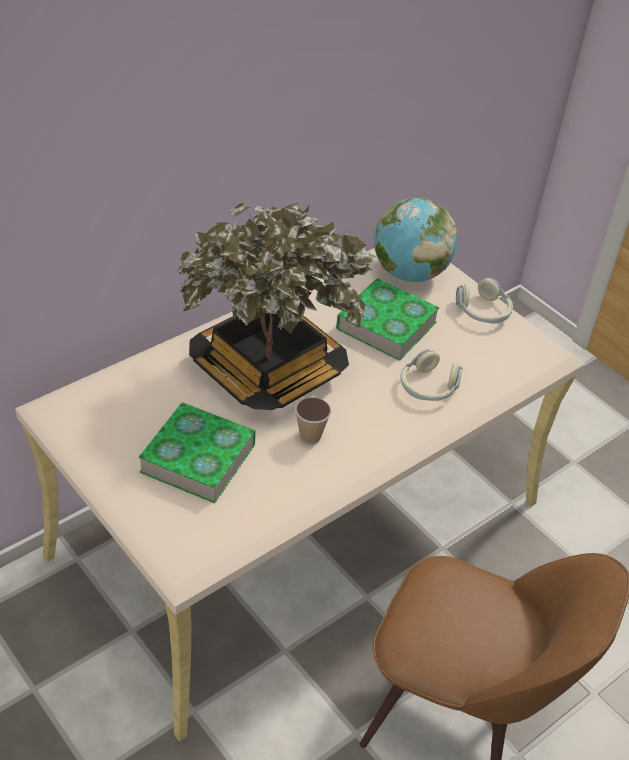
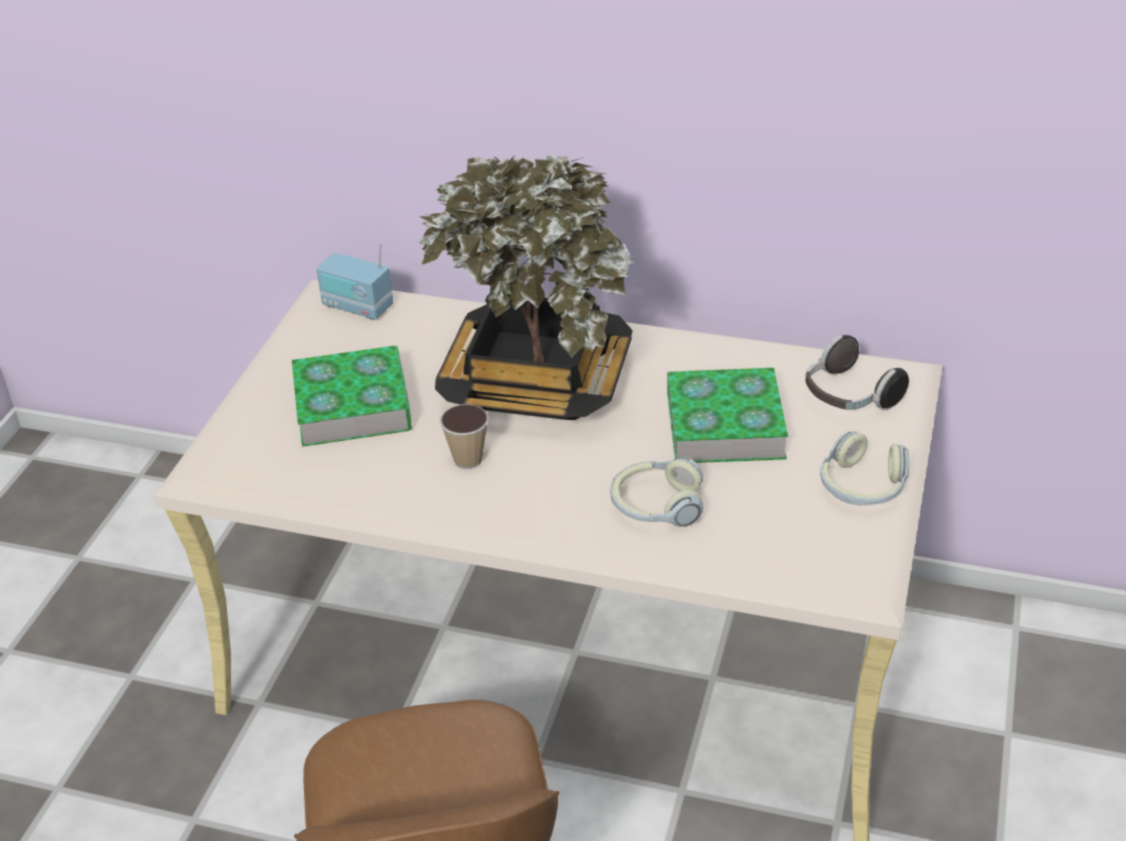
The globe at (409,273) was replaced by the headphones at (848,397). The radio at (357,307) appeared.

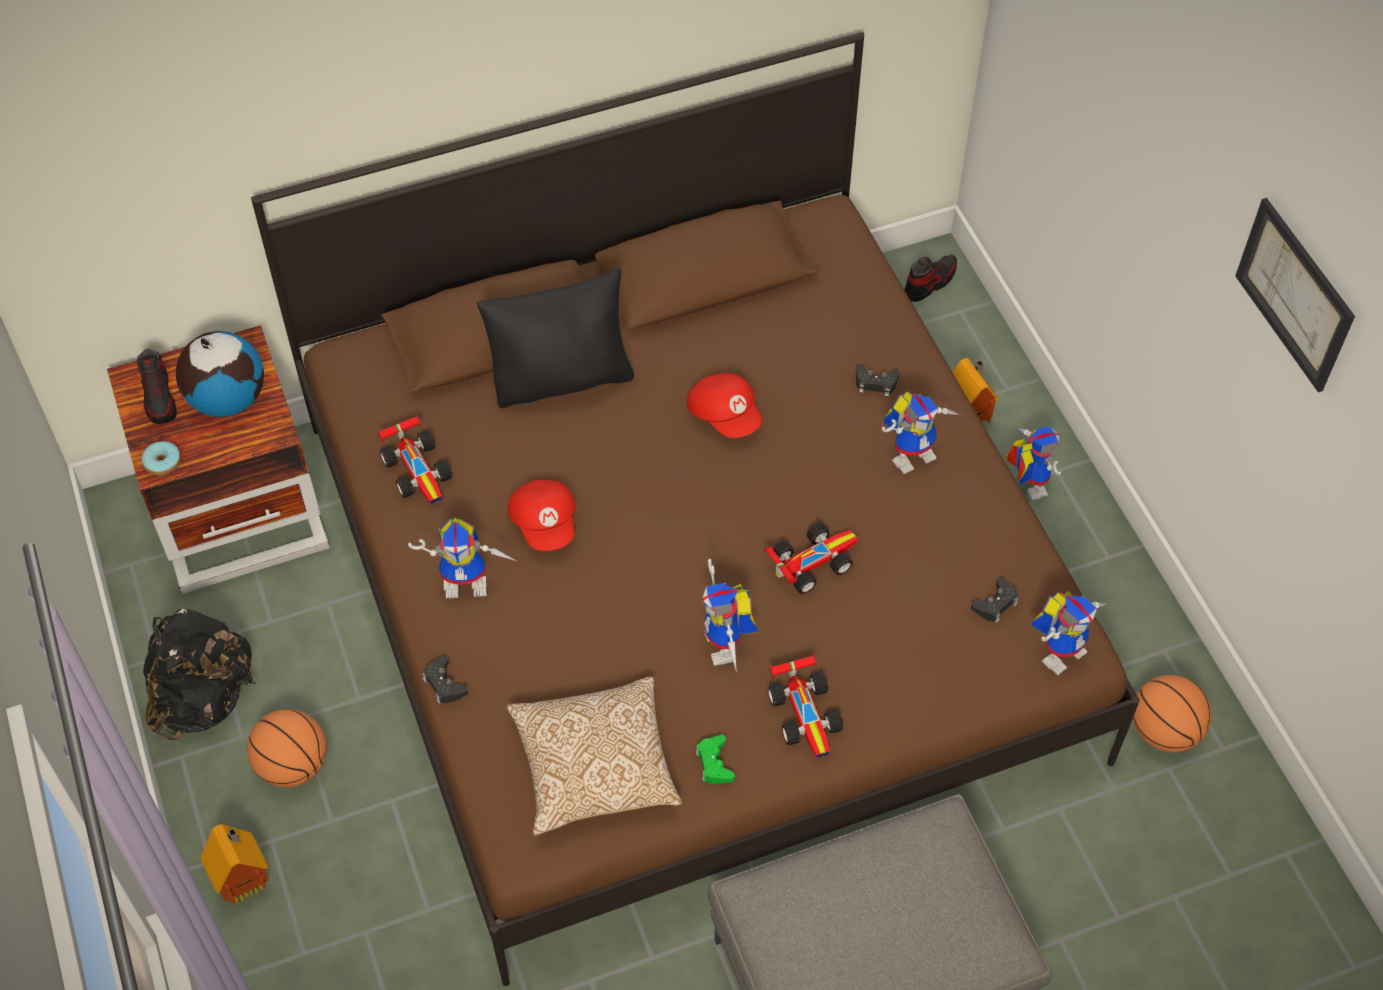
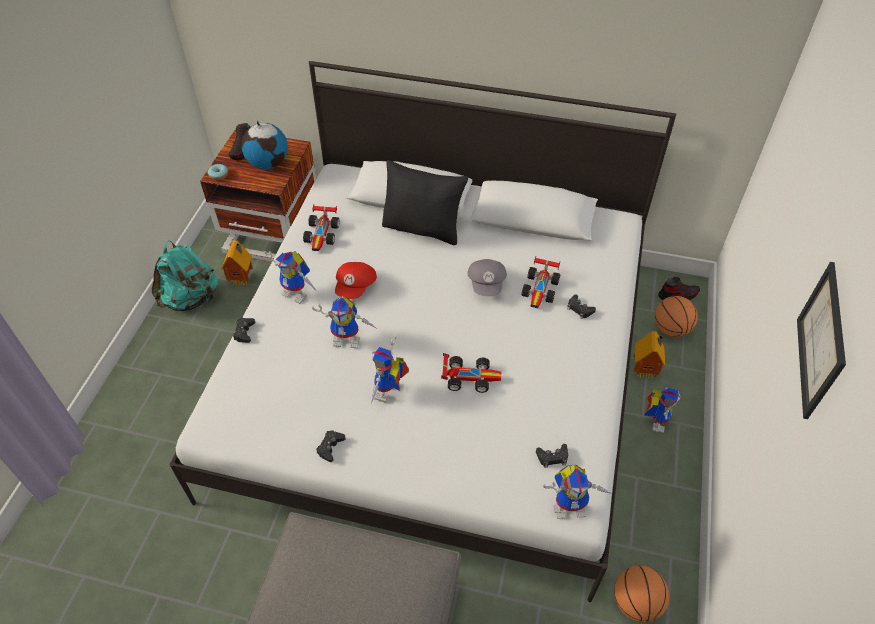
The bed (brown) at (692,586) became the bed (white) at (438,372). The cap (red) at (725,415) became the cap (grey) at (487,284). The toy robot moved from (913,453) to (349,339). The backpack (black) at (204,698) became the backpack (turquoise) at (191,299). The toy car moved from (806,713) to (541,289). The pillow at (595,767) disappeared. The basketball moved from (293,766) to (671,329). The game controller (green) at (714,763) became the game controller (black) at (330,447). The toy house moved from (247,883) to (243,280).

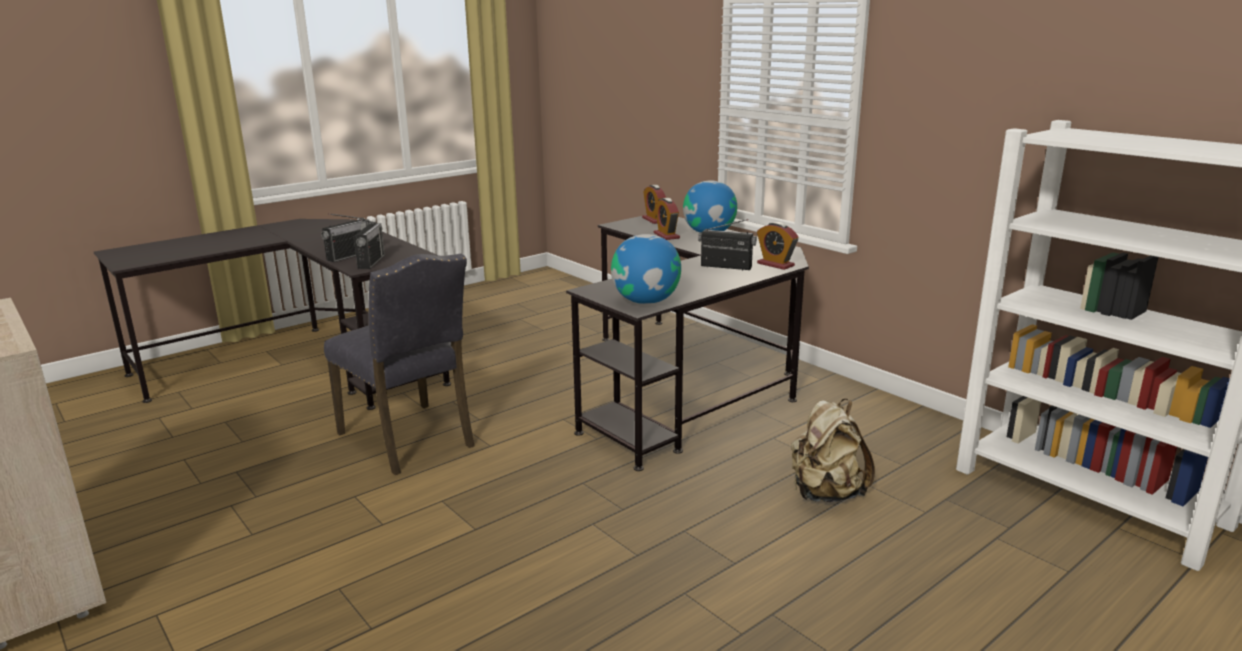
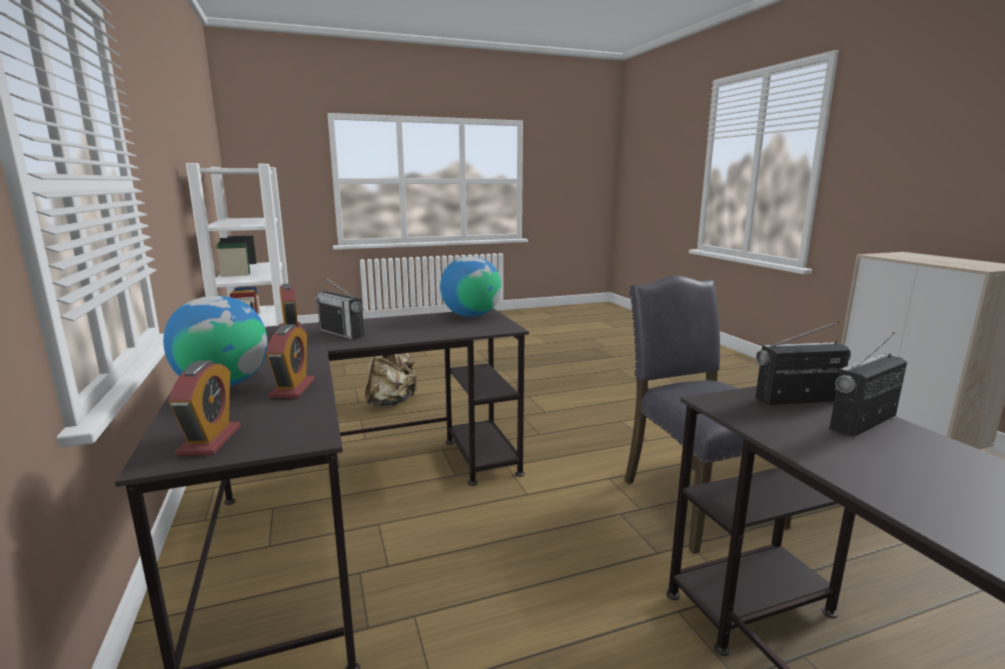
The radio at (371,262) turned 60 degrees clockwise.

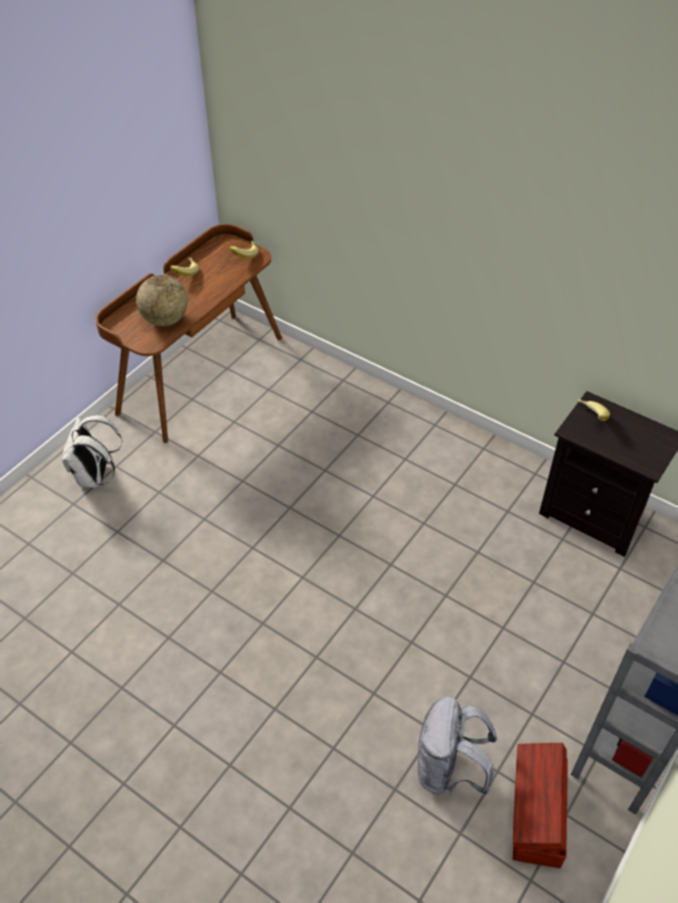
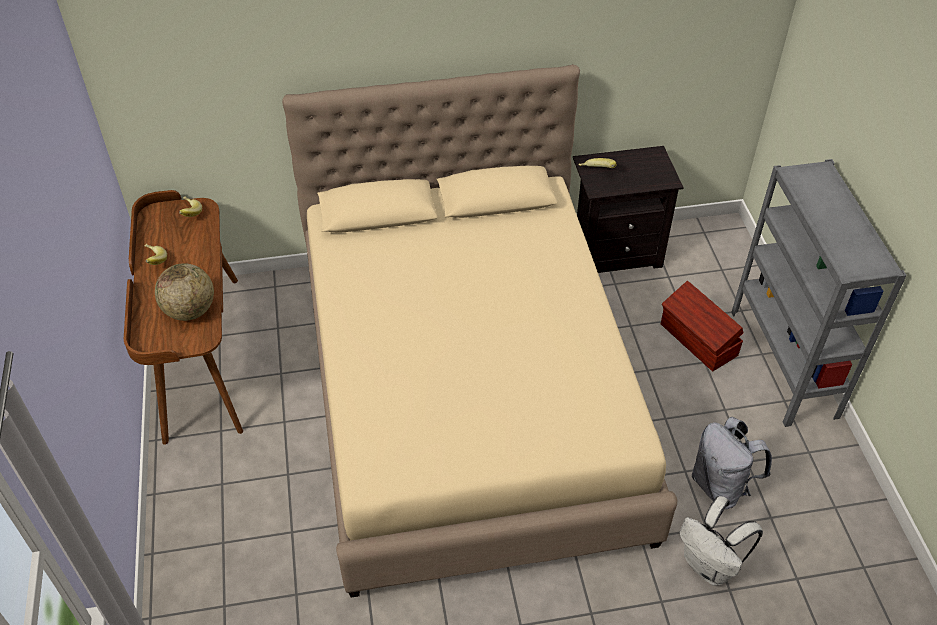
The backpack (white) moved from (95,477) to (710,566). The storage box (brown) moved from (536,814) to (698,341). The bed (beige) at (468,393) appeared.

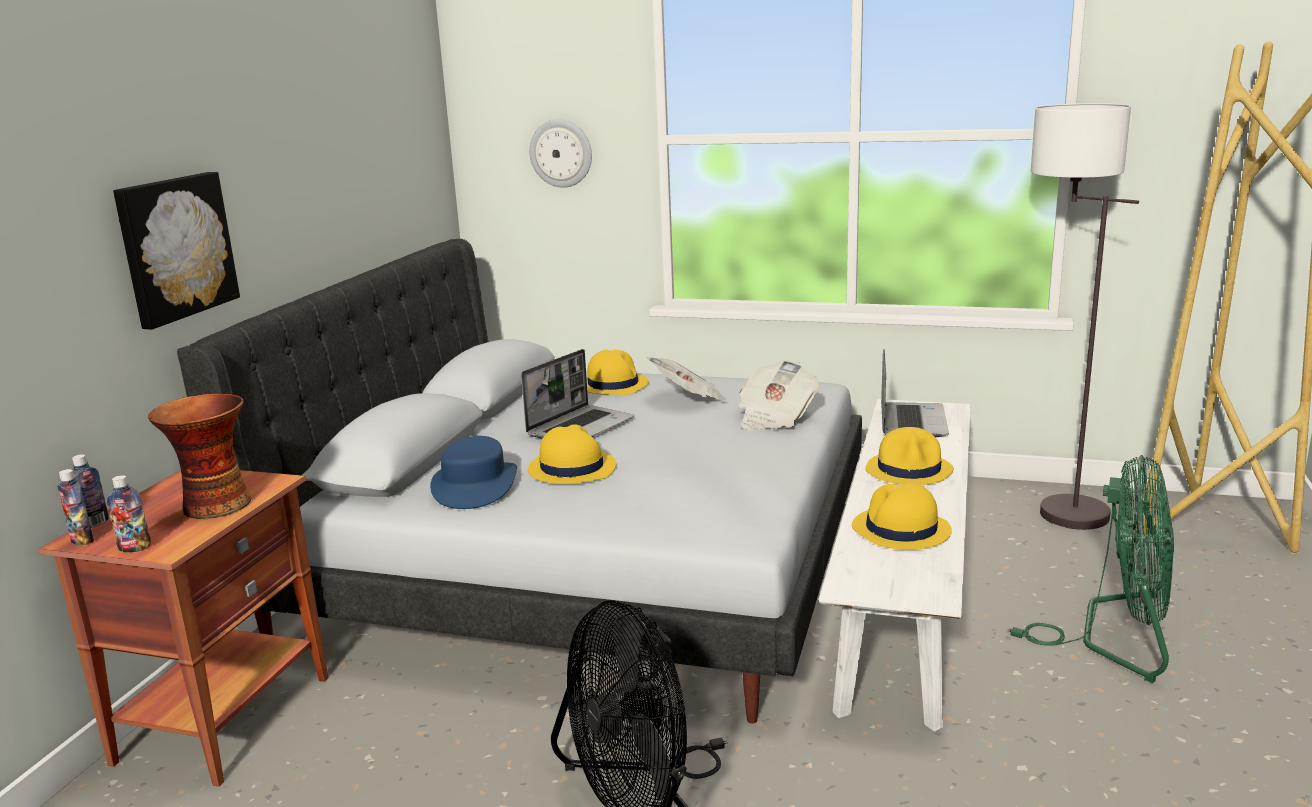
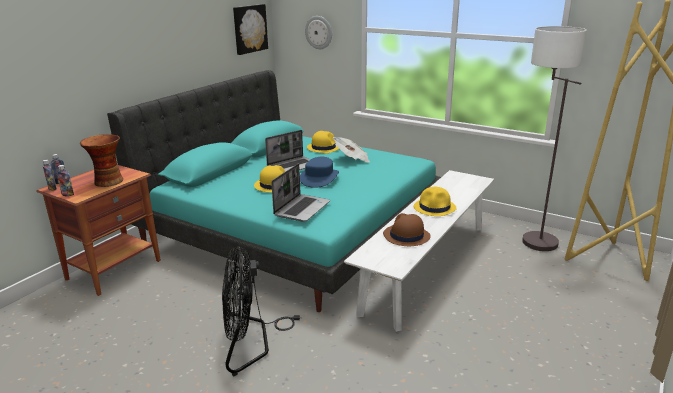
The picture moved from (175,247) to (249,29). The bed (grey) at (588,559) became the bed (turquoise) at (293,227). The laptop moved from (911,421) to (302,208). The newspaper at (774,418) disappeared. The hat (blue) moved from (475,485) to (319,178). The fan (green) at (1114,633) disappeared. The hat (yellow) at (900,530) became the hat (brown) at (406,236).

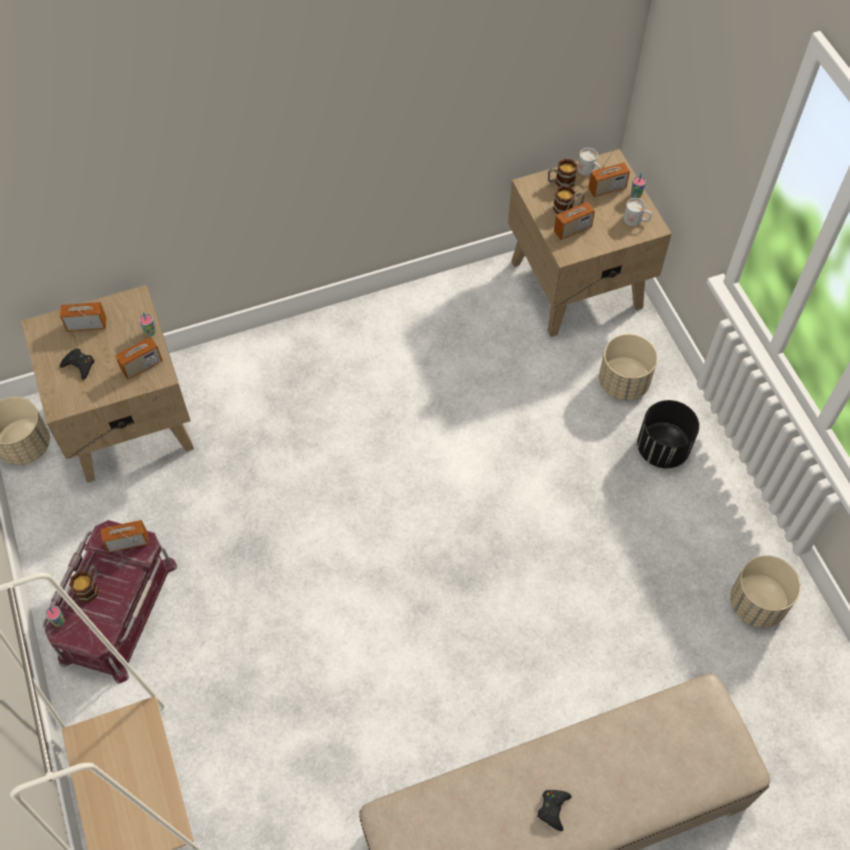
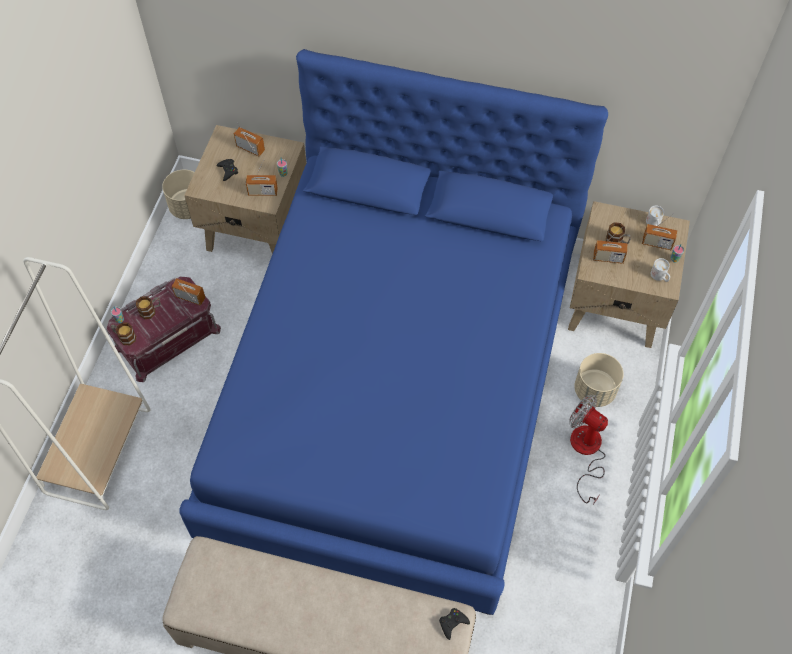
The mug moved from (560,182) to (124,337). The planter (black) at (662,449) was replaced by the fan at (586,452). The planter (beige) at (757,604) disappeared. The game controller (black) moved from (553,809) to (452,623). The bed (blue) at (396,388) appeared.

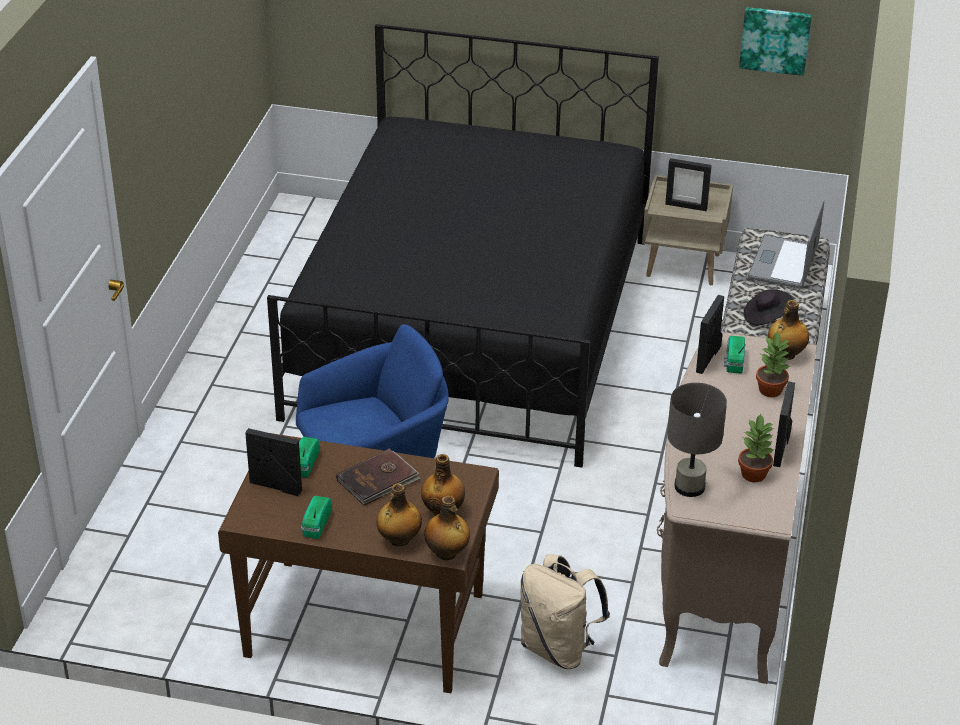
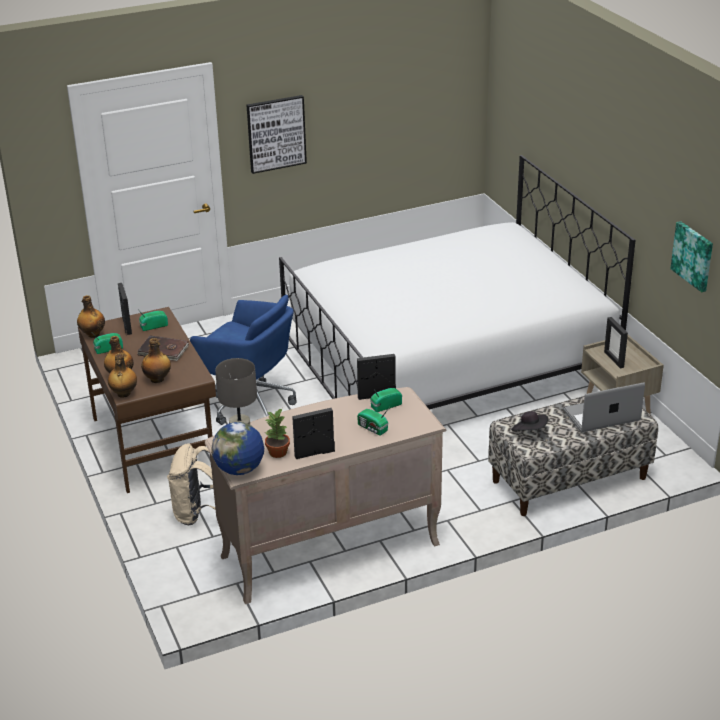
The bed (black) at (473,325) became the bed (white) at (448,365). The bottle moved from (785,355) to (93,334). The potted plant at (771,390) was replaced by the radio at (373,428). The picture at (276,133) appeared. The globe at (239,469) appeared.

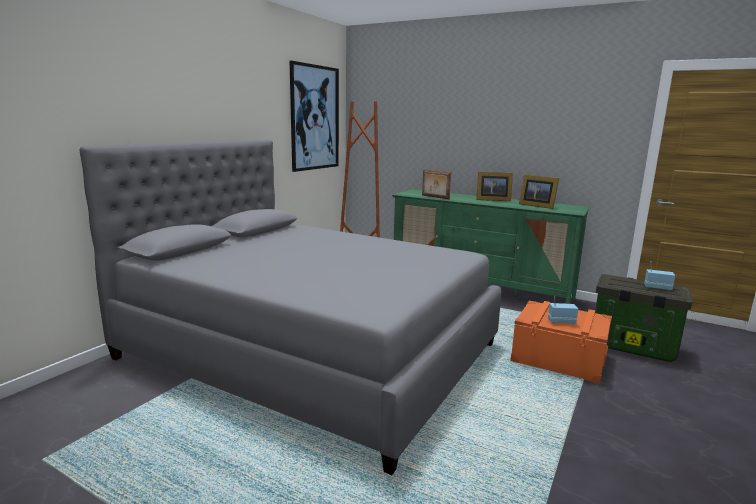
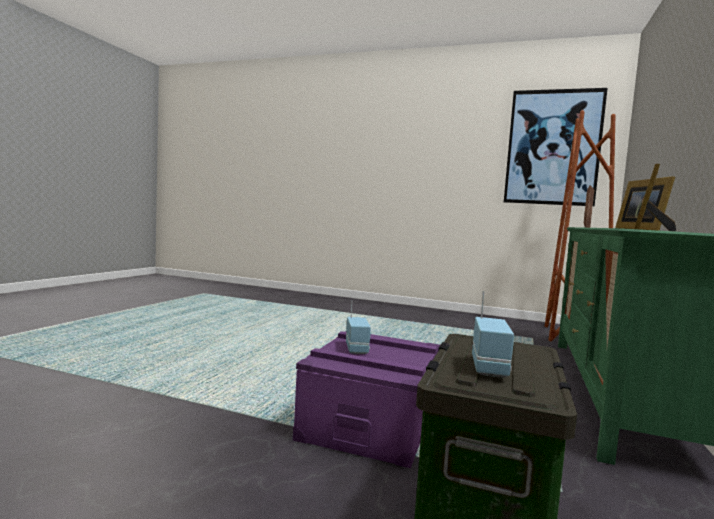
The bed (grey) at (311,350) disappeared. The storage box (orange) at (559,358) became the storage box (purple) at (371,421).

